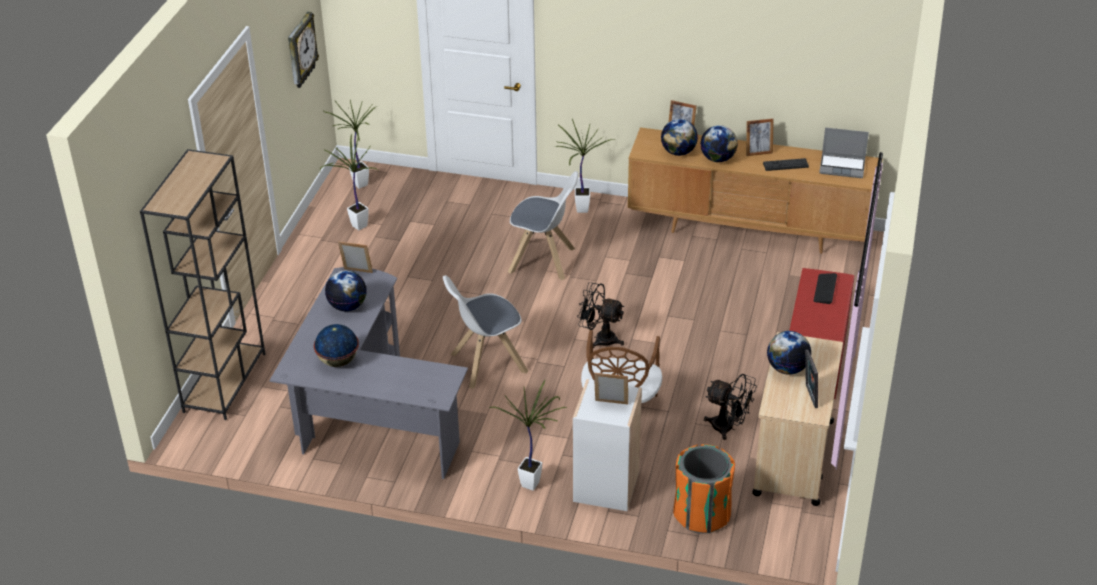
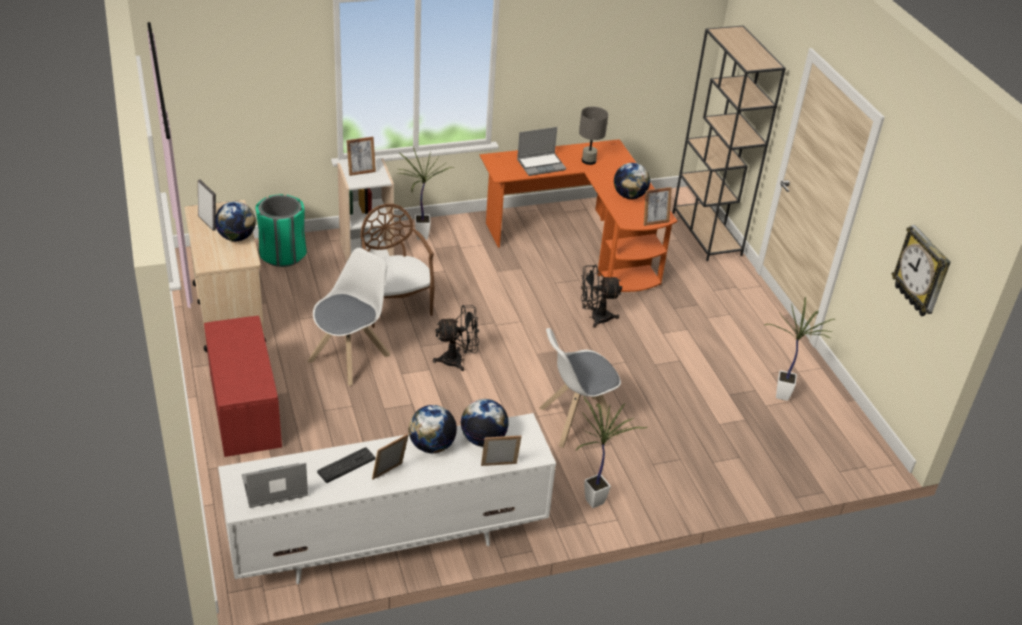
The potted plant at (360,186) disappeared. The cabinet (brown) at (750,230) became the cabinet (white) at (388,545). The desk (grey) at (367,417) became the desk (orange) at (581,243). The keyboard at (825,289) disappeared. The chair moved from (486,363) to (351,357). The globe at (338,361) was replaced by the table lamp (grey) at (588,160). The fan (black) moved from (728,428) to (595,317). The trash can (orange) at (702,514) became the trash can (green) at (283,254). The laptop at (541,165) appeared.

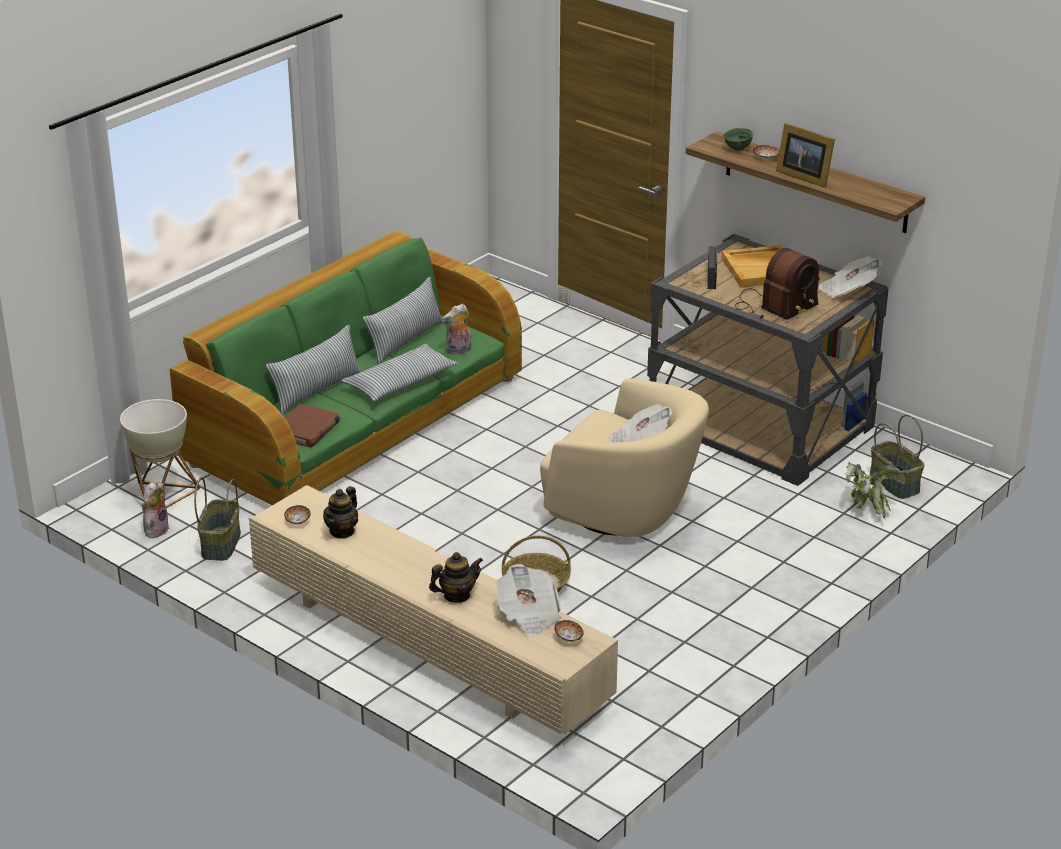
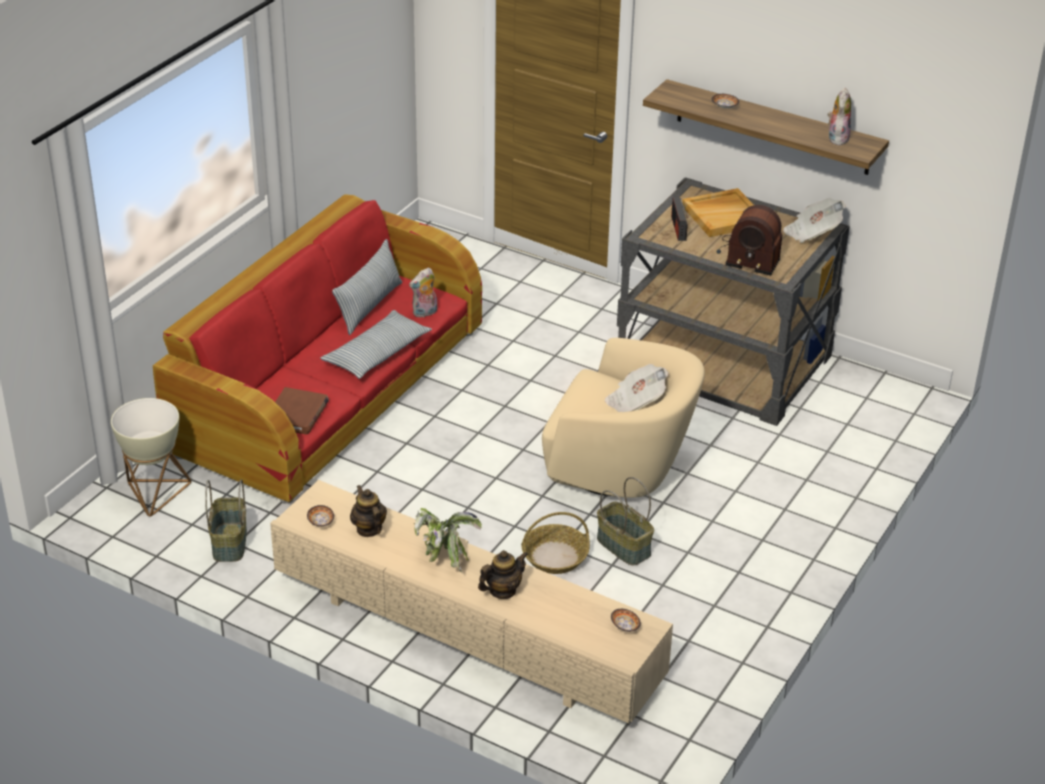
The picture frame at (803,176) disappeared. The bowl (green) at (738,149) disappeared. The sofa (green) at (355,419) became the sofa (red) at (329,390). The radio at (774,306) turned 75 degrees clockwise. The pillow at (317,390) disappeared. The basket moved from (895,483) to (624,546). The potted plant moved from (868,507) to (444,556). The plush toy moved from (156,529) to (837,138). The teapot at (342,531) turned 135 degrees clockwise. The newspaper at (528,615) disappeared.

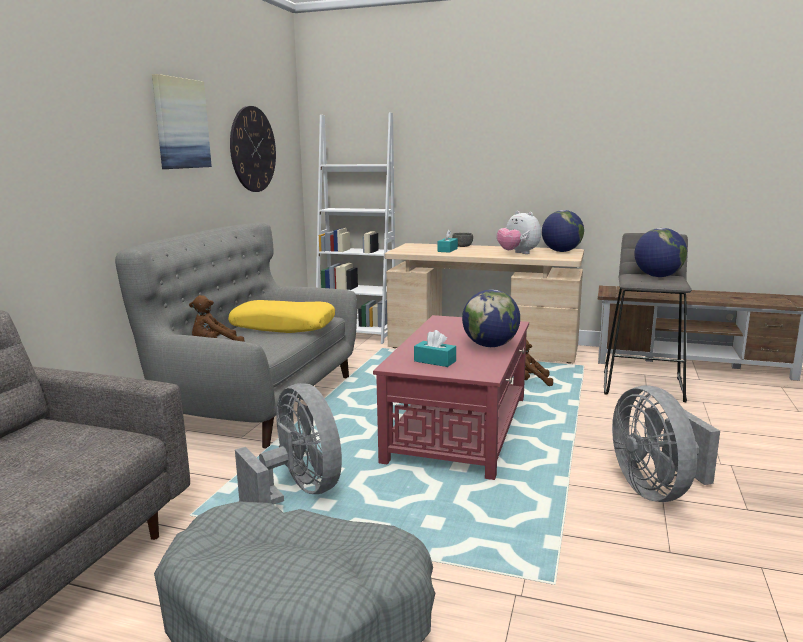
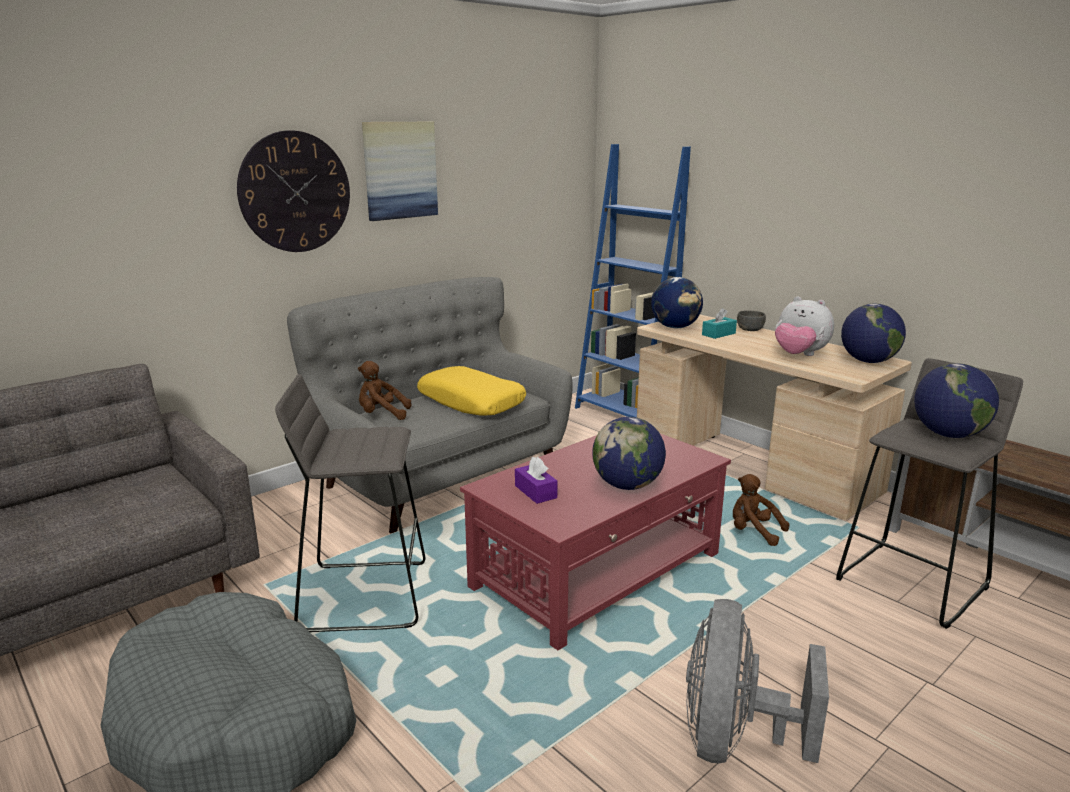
The wall clock moved from (253,149) to (295,192). The bookcase (white) at (356,335) became the bookcase (blue) at (623,413). The plush toy at (518,253) turned 45 degrees counterclockwise. The tissue box (turquoise) at (435,361) became the tissue box (purple) at (535,492). The fan (grey) at (298,494) was replaced by the stool (grey) at (364,595). The globe at (675,327) appeared.

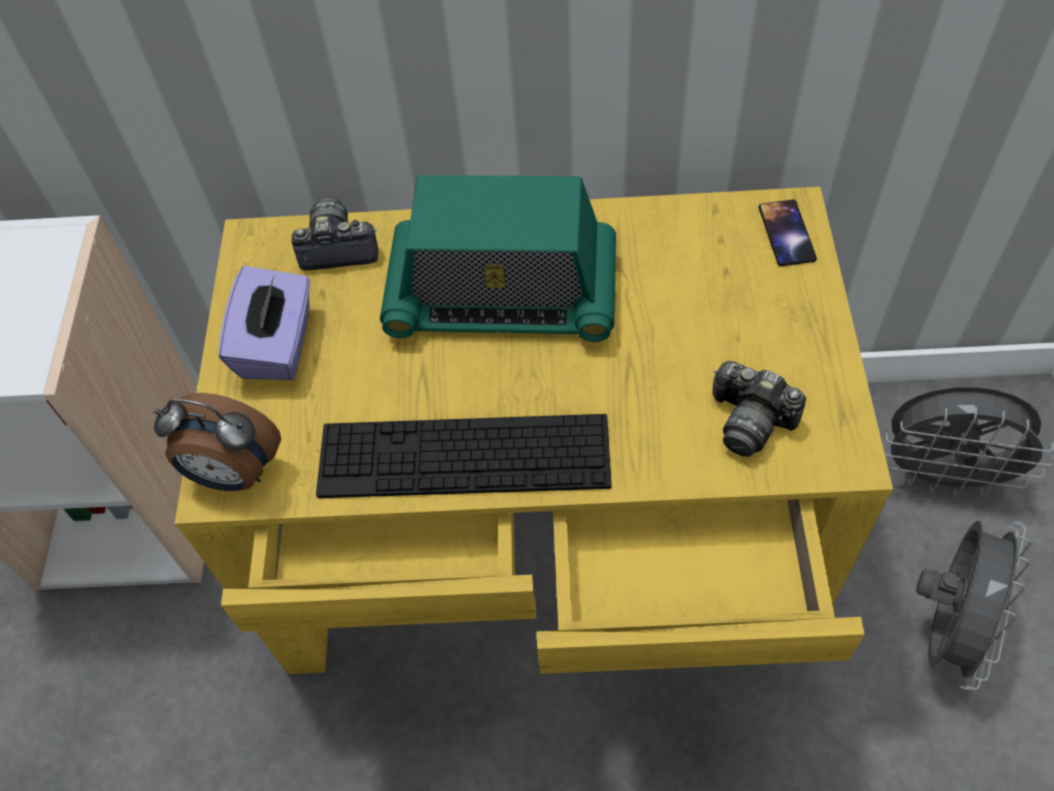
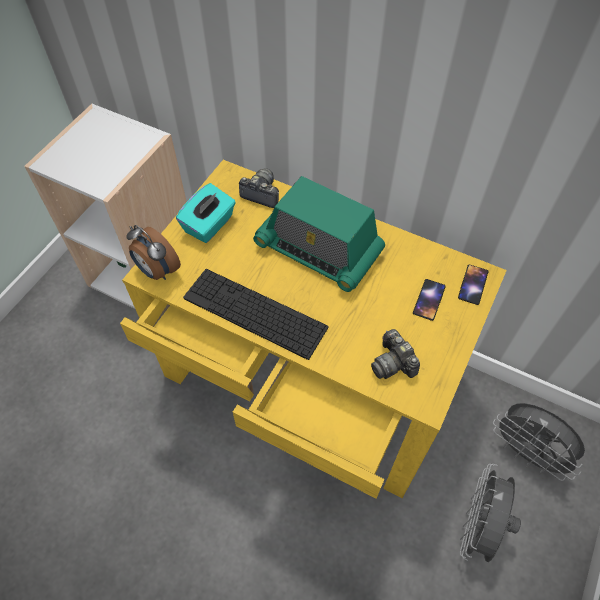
The tissue box (purple) at (278,345) became the tissue box (turquoise) at (209,225). The fan (grey) at (946,628) turned 150 degrees clockwise. The phone at (429,300) appeared.

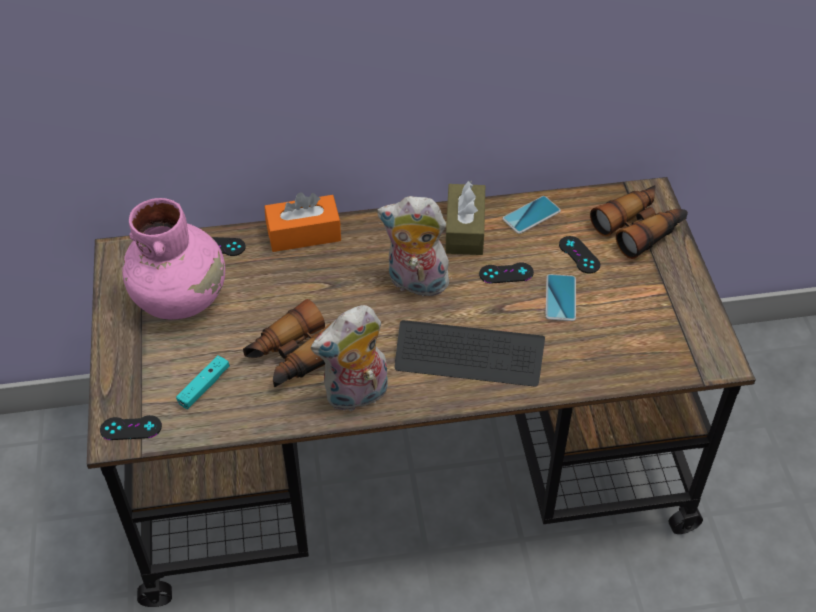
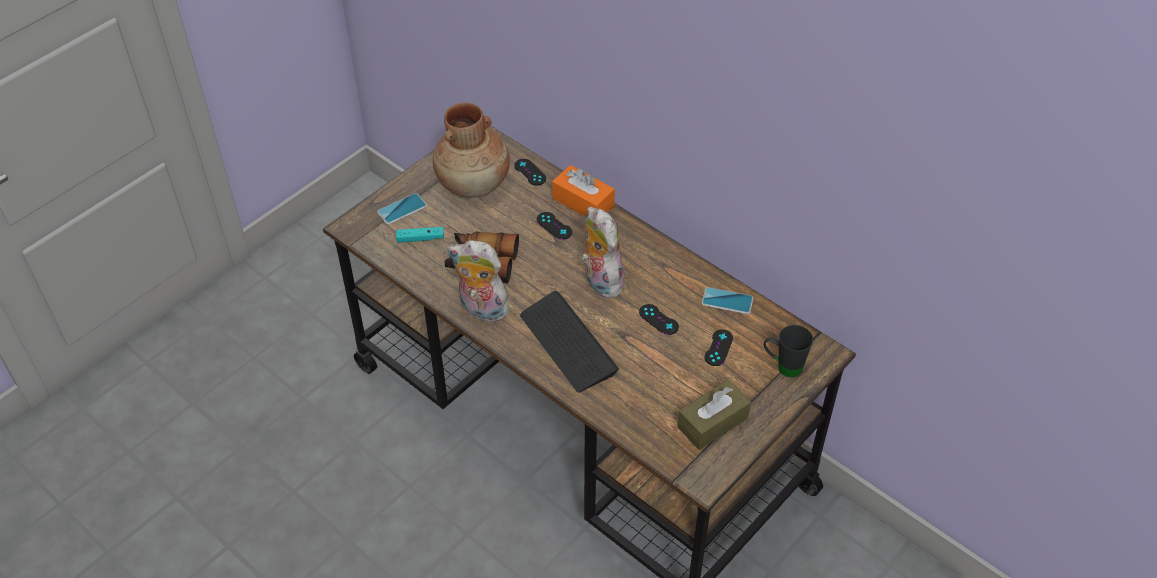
The tissue box (brown) moved from (465,229) to (712,422). The binoculars at (639,228) was replaced by the mug (black) at (783,366). The vase (pink) at (181,297) became the vase (brown) at (474,183). The phone moved from (560,298) to (402,209). The game controller (black) moved from (131,428) to (554,226).

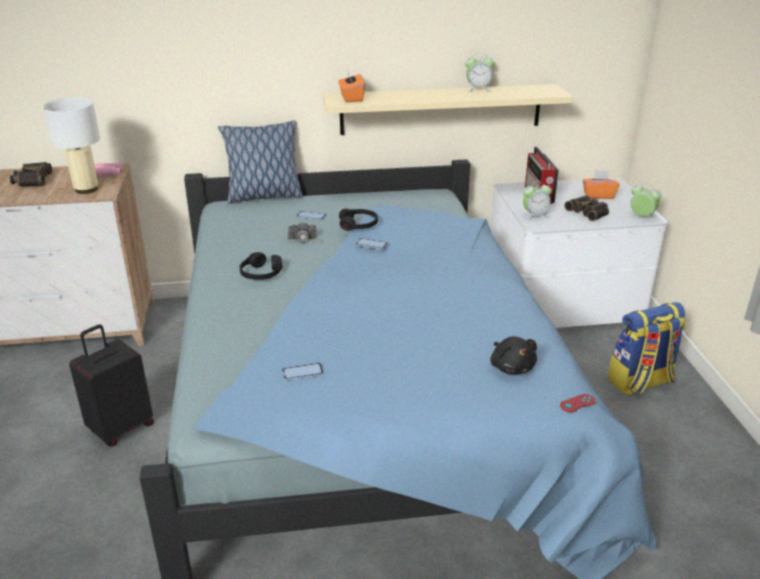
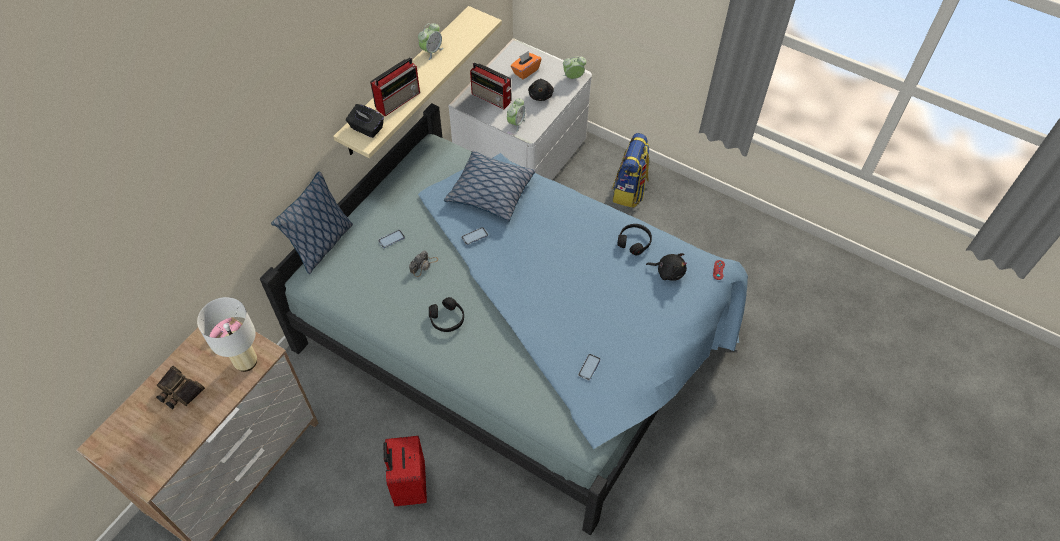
The tissue box (orange) at (351,98) became the tissue box (black) at (366,128). The binoculars at (588,212) was replaced by the plush toy (black) at (540,95). The headphones (black) moved from (358,225) to (634,242). The suitcase (black) at (121,428) became the suitcase (red) at (409,486). The radio at (398,100) appeared. The pillow at (490,193) appeared.

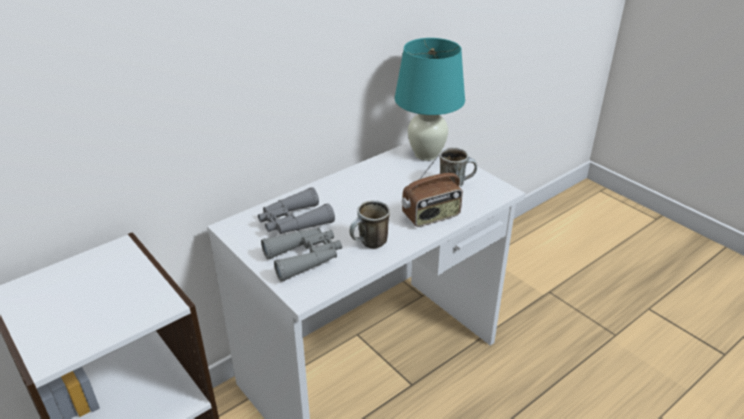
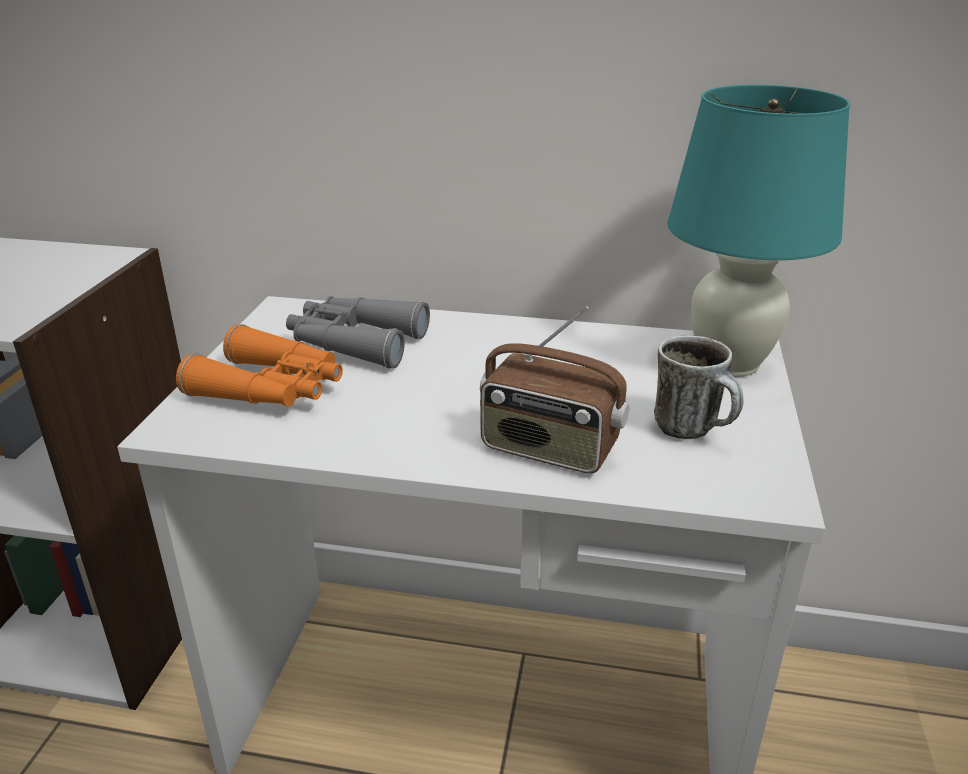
The mug at (370,244) disappeared. The binoculars (grey) at (304,258) became the binoculars (orange) at (272,388).

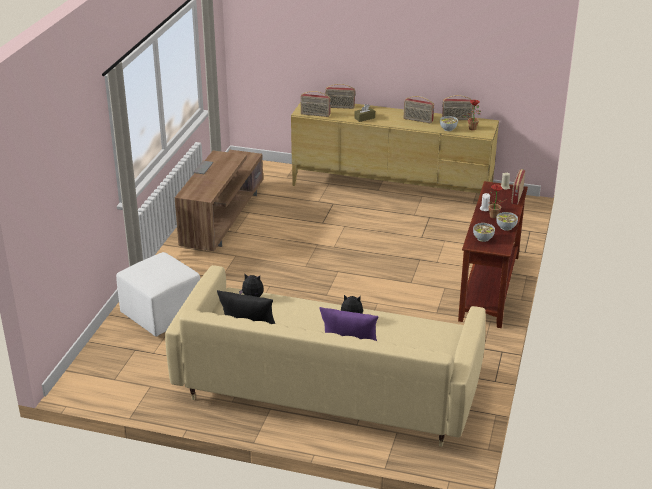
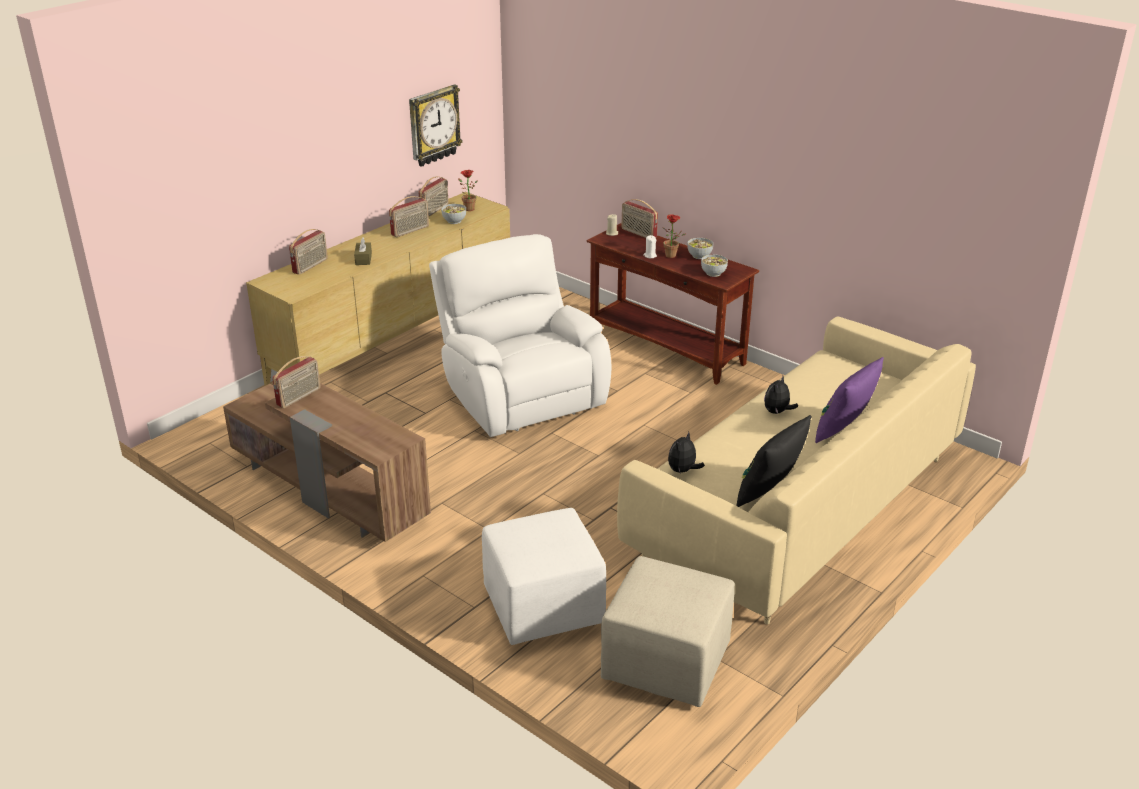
The radio moved from (315,114) to (299,397). The wall clock at (433,125) appeared. The armchair (white) at (522,396) appeared. The ottoman (beige) at (667,663) appeared.

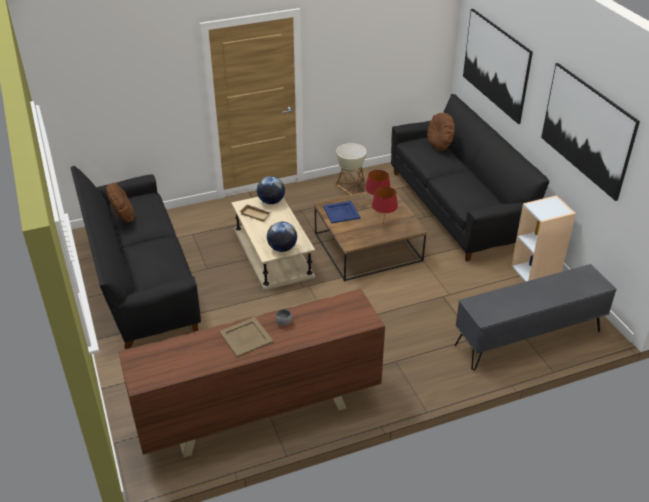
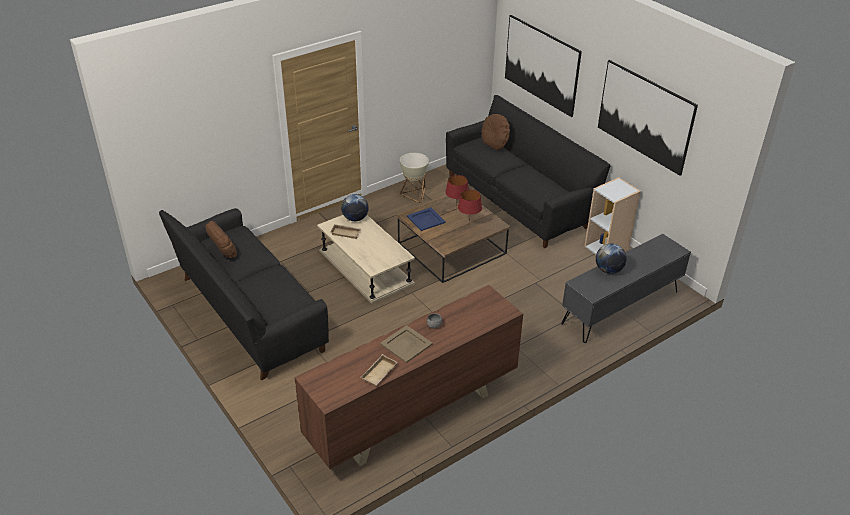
The globe moved from (282,248) to (608,270). The tray (beige) at (379,373) appeared.

